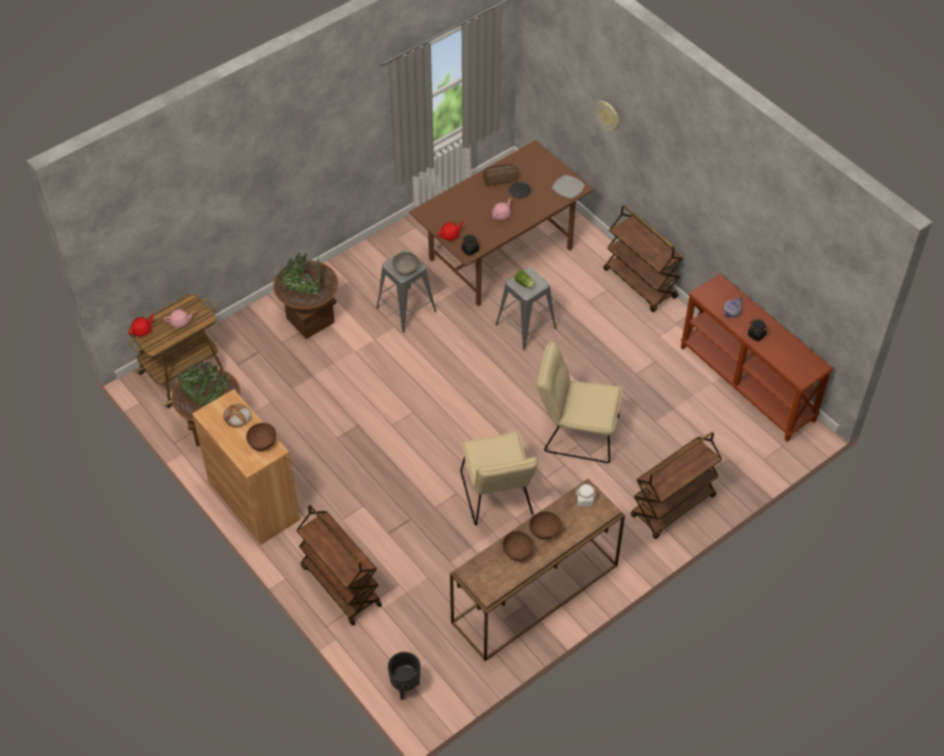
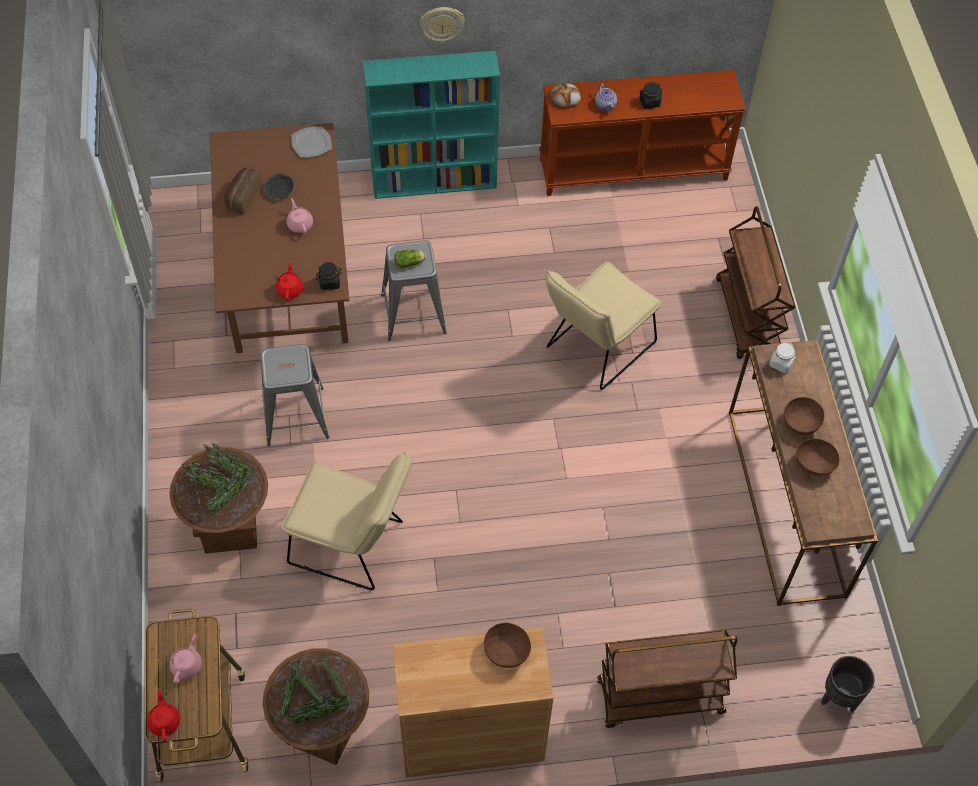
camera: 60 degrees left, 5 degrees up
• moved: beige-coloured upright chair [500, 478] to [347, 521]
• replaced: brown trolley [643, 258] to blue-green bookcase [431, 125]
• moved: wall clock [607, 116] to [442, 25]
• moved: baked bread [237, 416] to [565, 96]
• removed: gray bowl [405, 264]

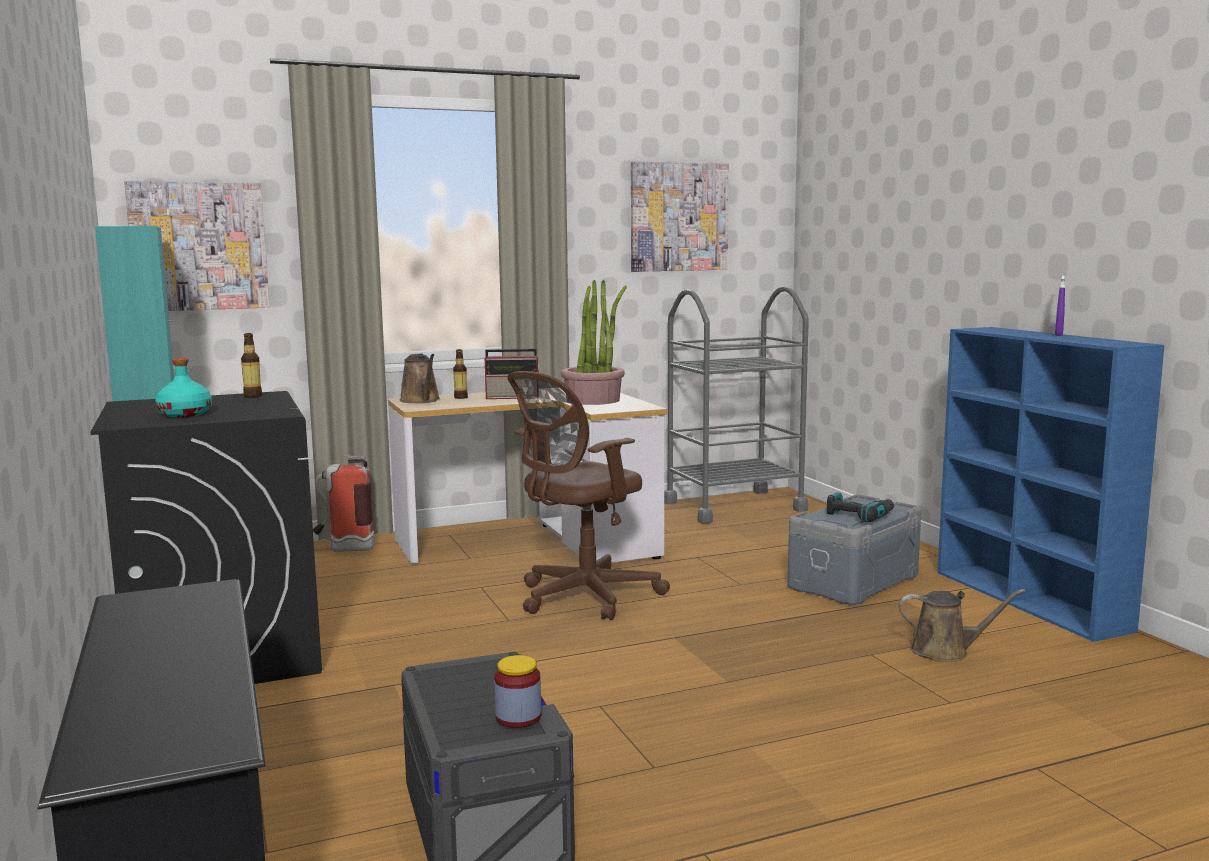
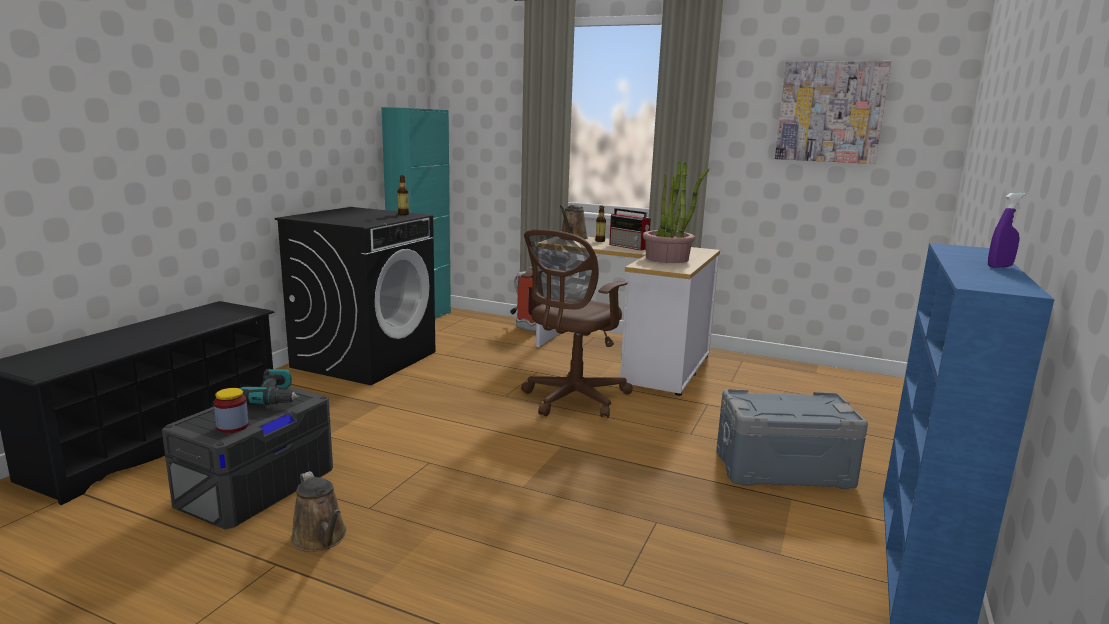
camera: 45 degrees right, 5 degrees up
• moved: power drill [860, 507] to [269, 387]
• moved: brown watering pot [962, 625] to [319, 511]
• turned: brown office chair [588, 495] = [577, 323] 60 degrees counterclockwise
• removed: wall art [197, 246]
• removed: blue-green bottle [183, 387]
• removed: gray trolley [736, 405]

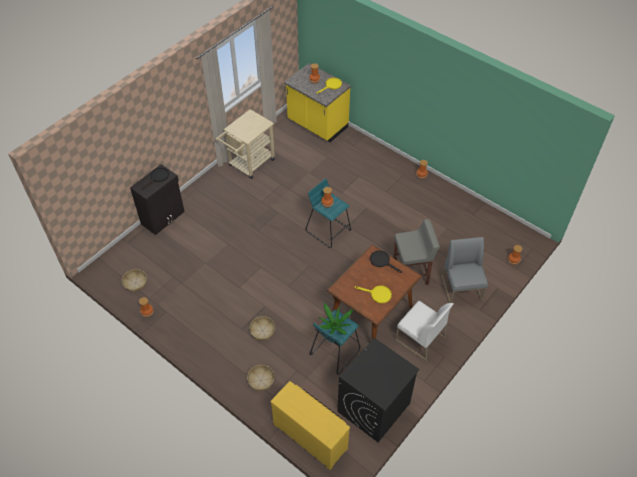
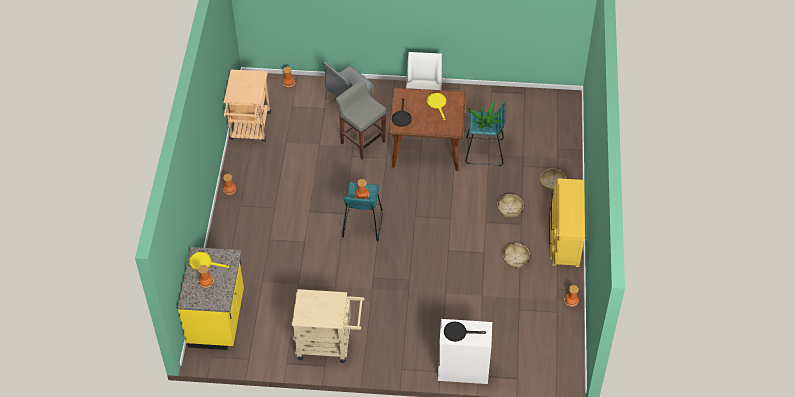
camera: 125 degrees left, 0 degrees up
• added: beige-coloured trolley [247, 106]
• recoloured: black-coloured cupboard [157, 199] to white-coloured cupboard [465, 351]
• moved: basket [134, 281] to [516, 256]
• moved: yellowish dresser [310, 425] to [567, 222]
• removed: black-coloured laundry machine [378, 390]

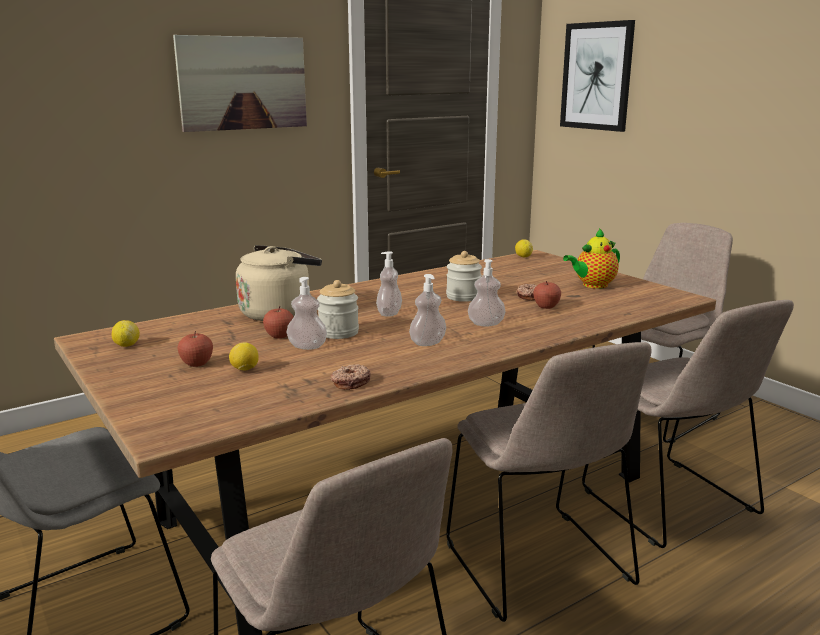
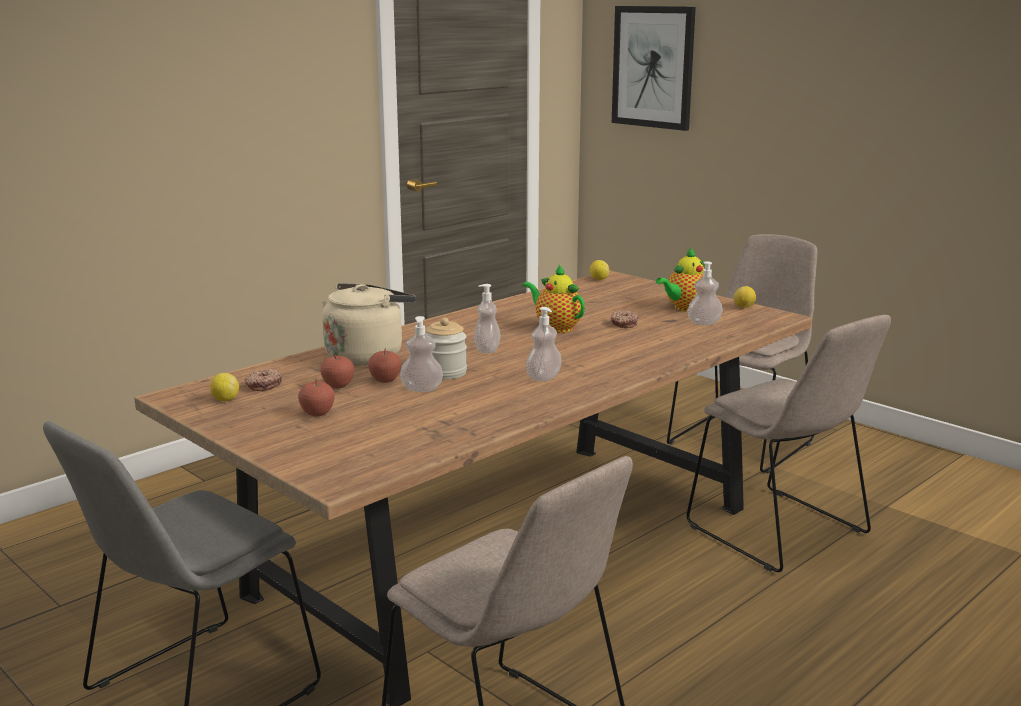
camera: 10 degrees left, 0 degrees up
• moved: ring doughnut [350, 377] to [263, 380]
• moved: whole apple [547, 295] to [337, 371]
• replaced: preserve jar [464, 276] to teapot [554, 299]
• moved: soap bottle [486, 293] to [705, 293]
• moved: whole lemon [244, 356] to [745, 297]
• removed: wall art [240, 83]
• removed: beige-coloured upright chair [549, 482]

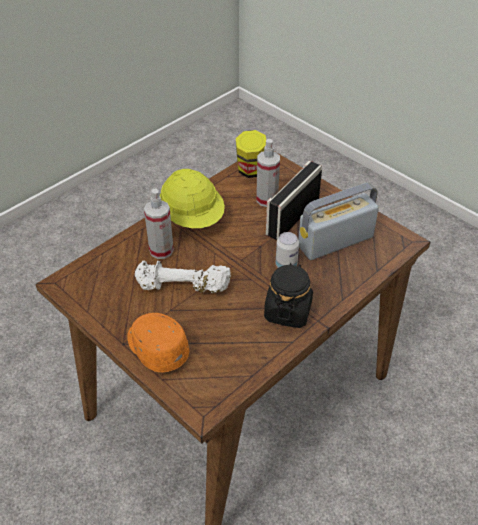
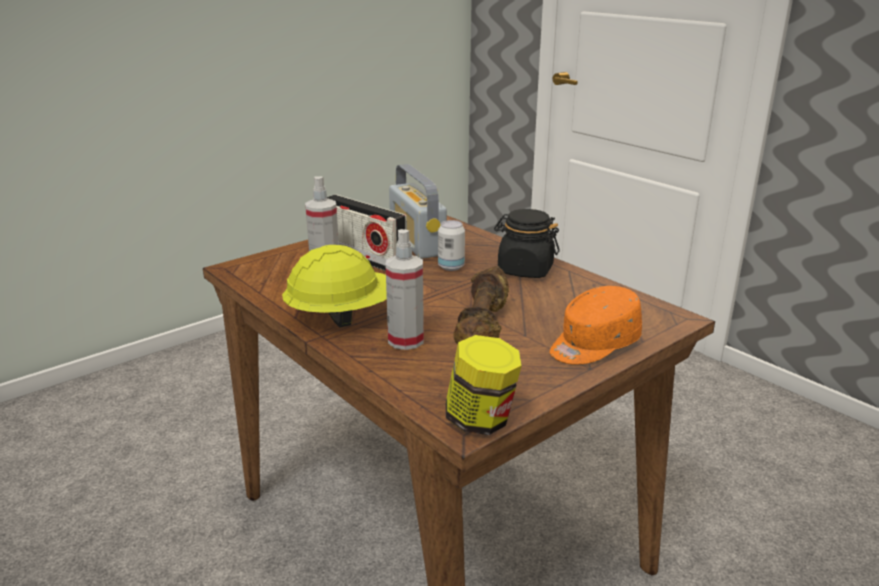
camera: 85 degrees left, 20 degrees down
• moved: preserve jar [251, 154] to [484, 385]
• recoloured: white-coloured free weight [183, 277] to brown free weight [481, 305]

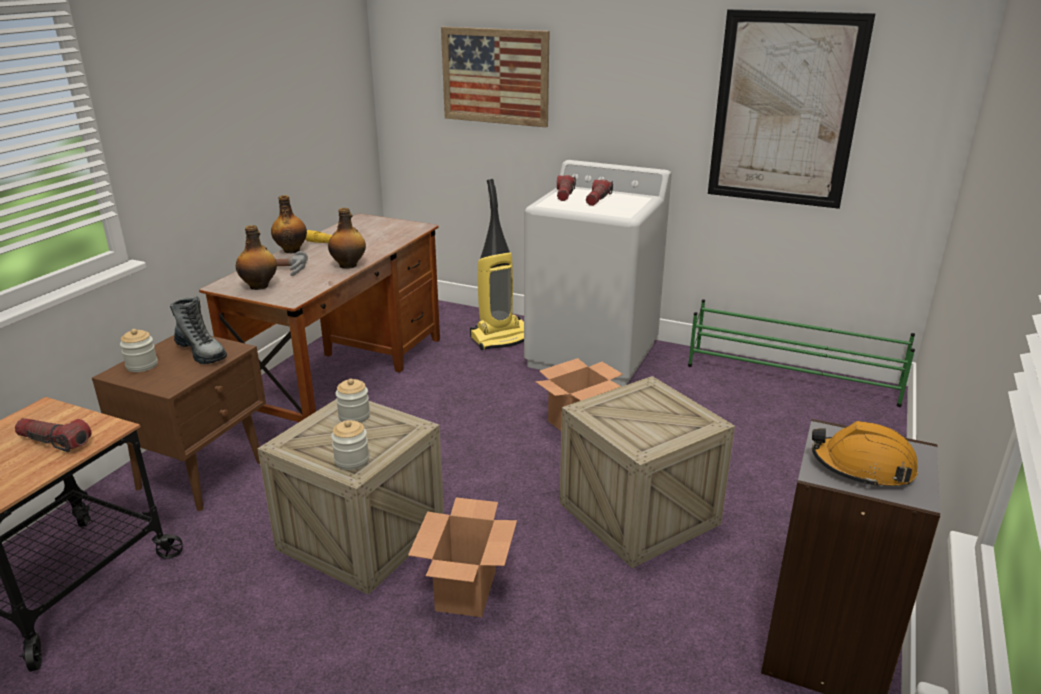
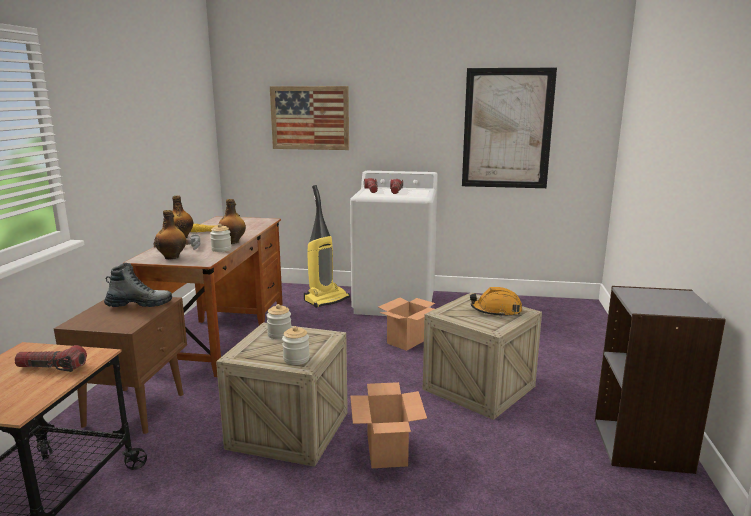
camera: 15 degrees left, 10 degrees down
• turned: tall boot [198, 330] = [138, 285] 45 degrees counterclockwise
• moved: preserve jar [139, 350] to [221, 238]
• moved: orange-coloured safety helmet [864, 454] to [496, 302]
• removed: green-coloured shoe stand [801, 353]

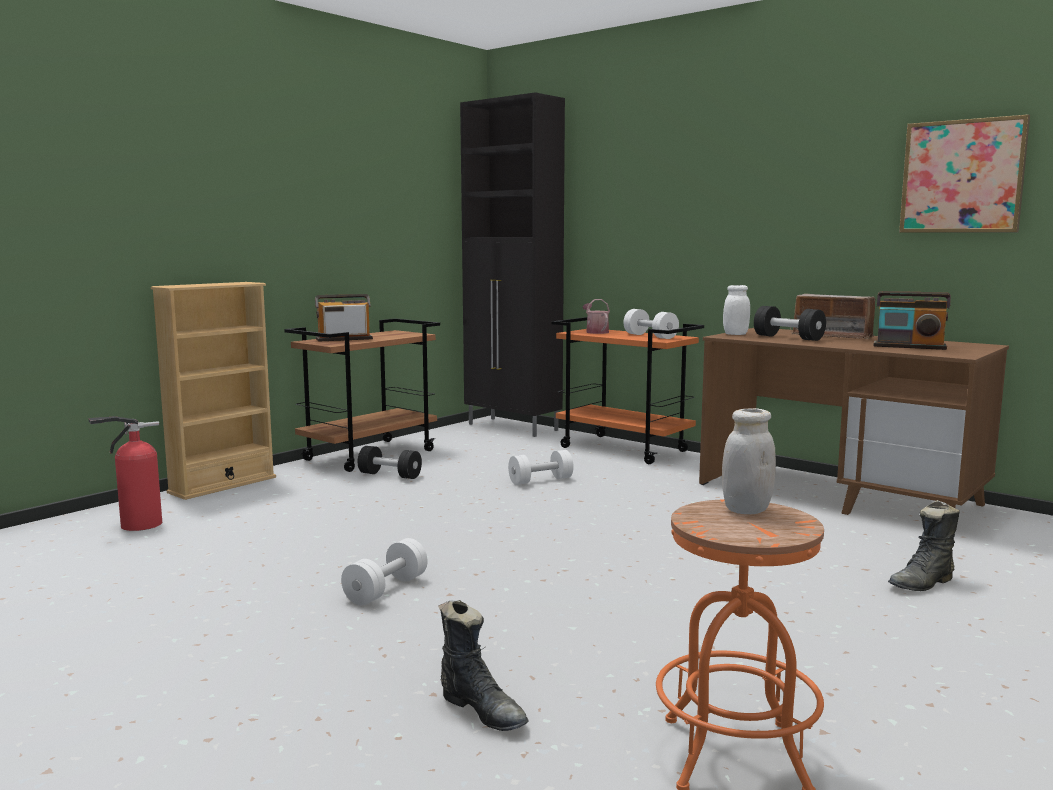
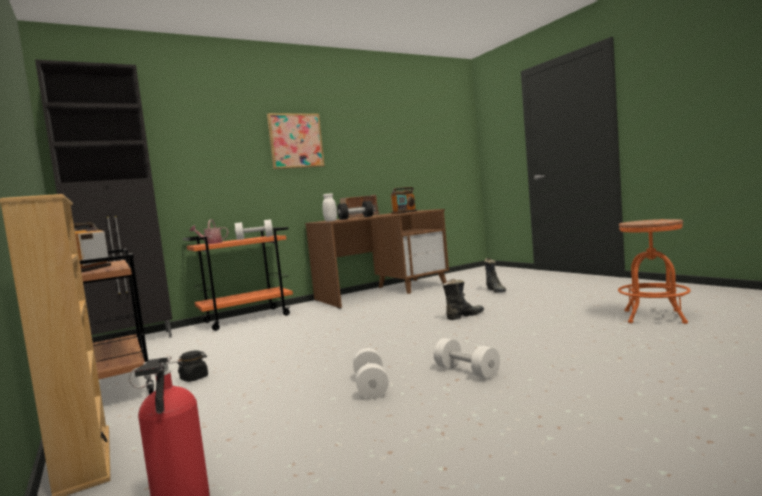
camera: 70 degrees left, 5 degrees down
• replaced: black-coloured free weight [390, 462] to black-coloured preserve jar [193, 366]
• moved: wall art [964, 173] to [296, 141]
• moved: white-coloured free weight [541, 467] to [371, 373]
• moved: black-coloured tall boot [483, 665] to [463, 299]
• removed: white-coloured preserve jar [749, 461]

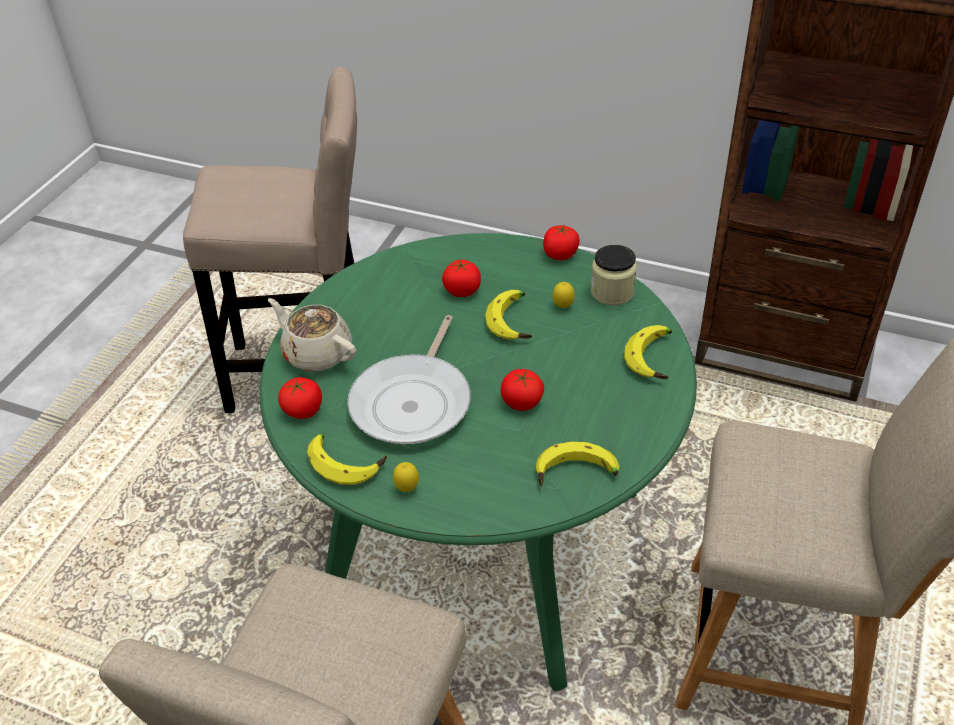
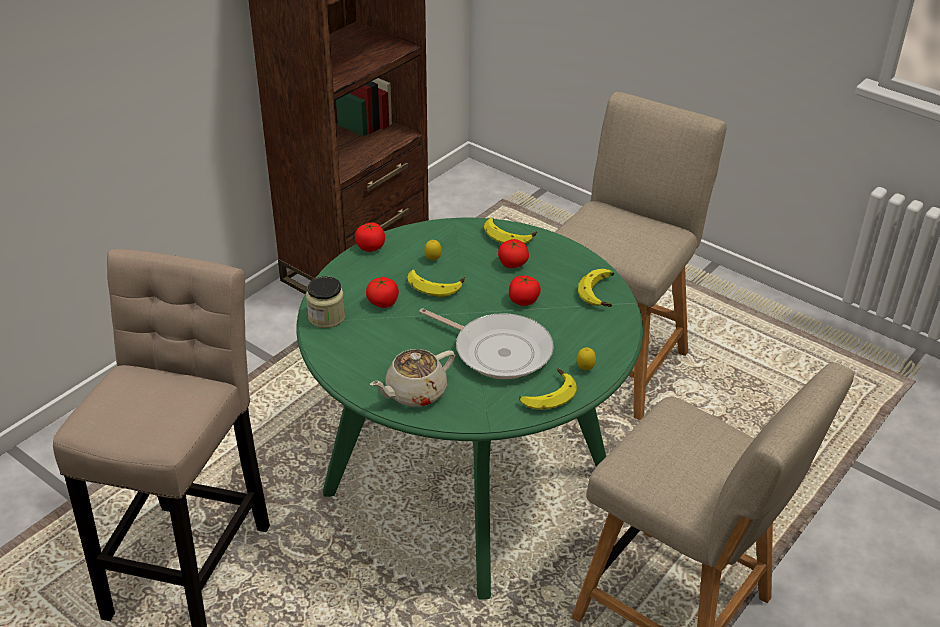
camera: 75 degrees left, 5 degrees down
• moved: preserve jar [614, 275] to [325, 302]
• moved: whole tomato [300, 398] to [513, 253]

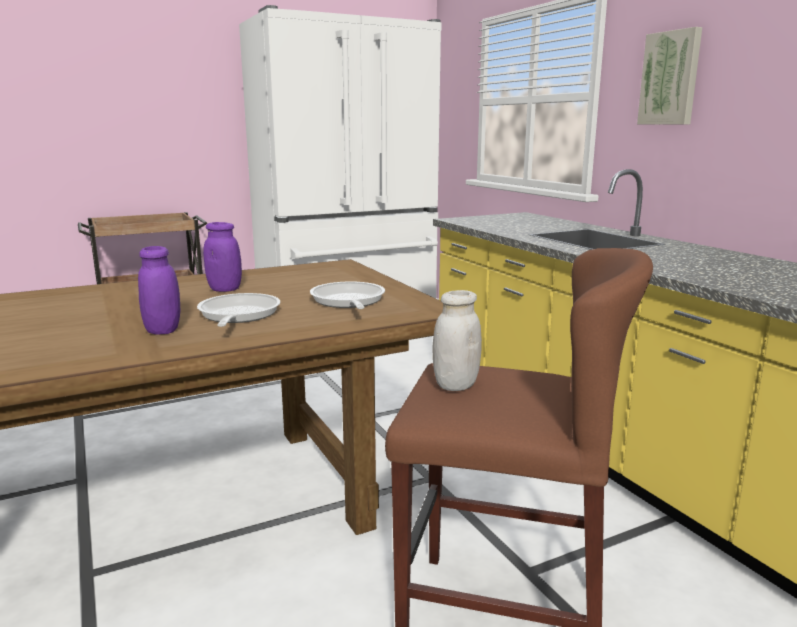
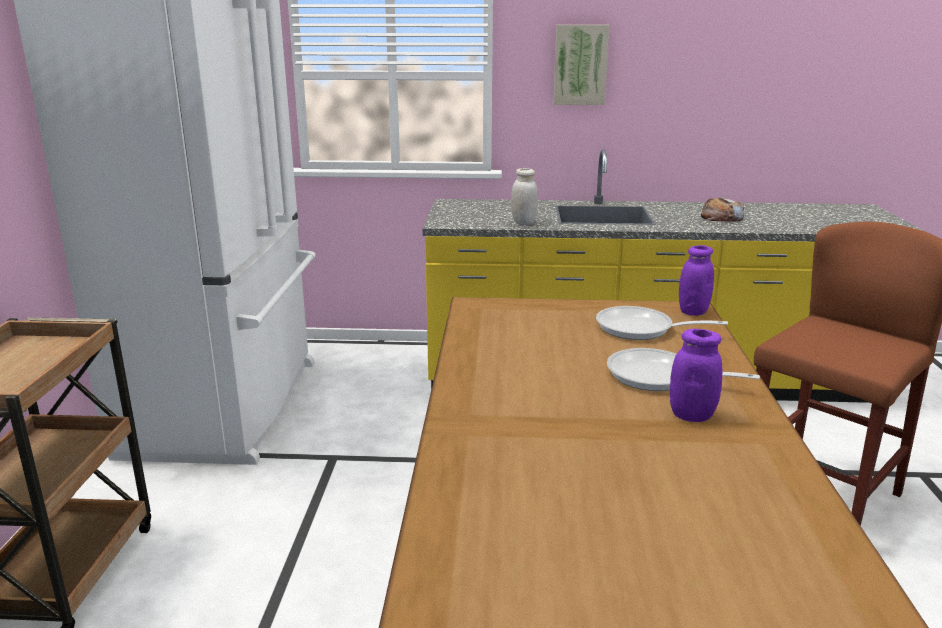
camera: 60 degrees left, 5 degrees up
• moved: white-coloured preserve jar [457, 340] to [524, 196]
• moved: purple preserve jar [222, 257] to [696, 280]
• added: baked bread [723, 209]

